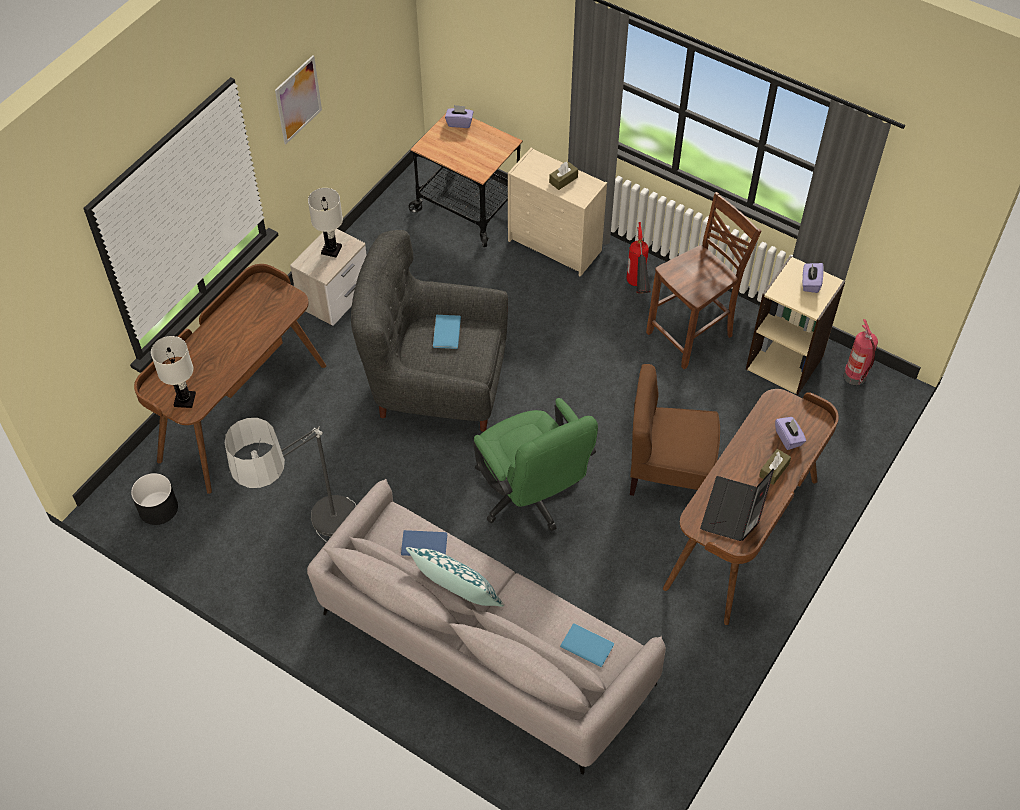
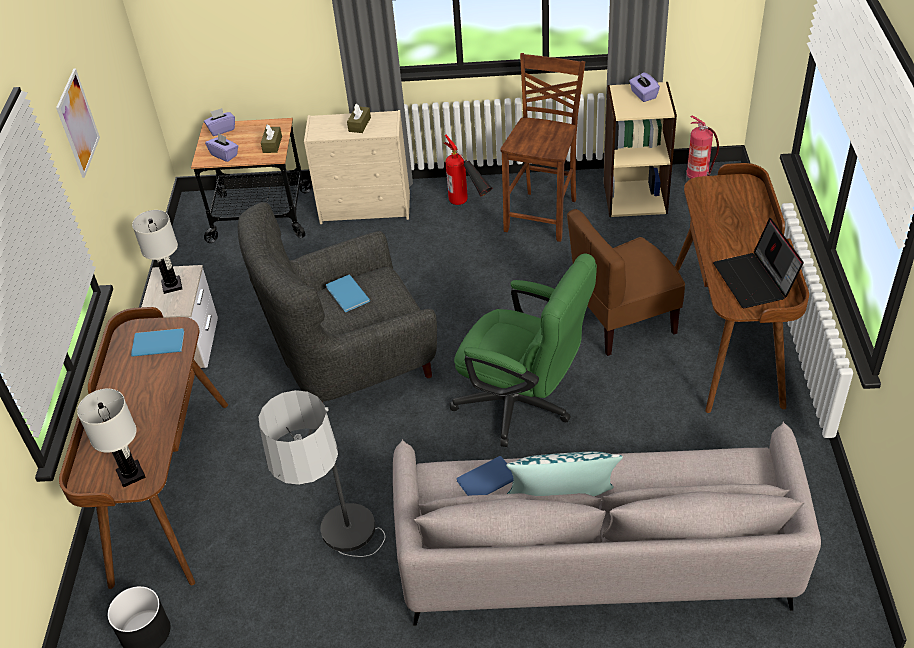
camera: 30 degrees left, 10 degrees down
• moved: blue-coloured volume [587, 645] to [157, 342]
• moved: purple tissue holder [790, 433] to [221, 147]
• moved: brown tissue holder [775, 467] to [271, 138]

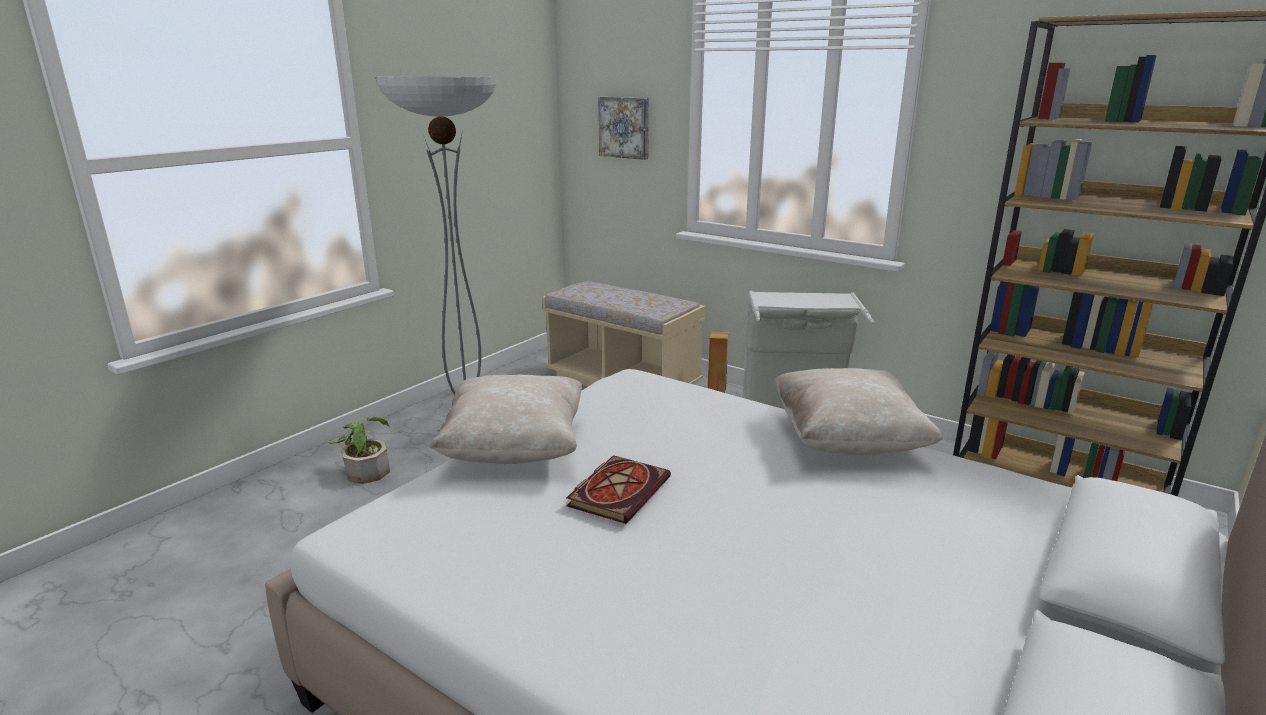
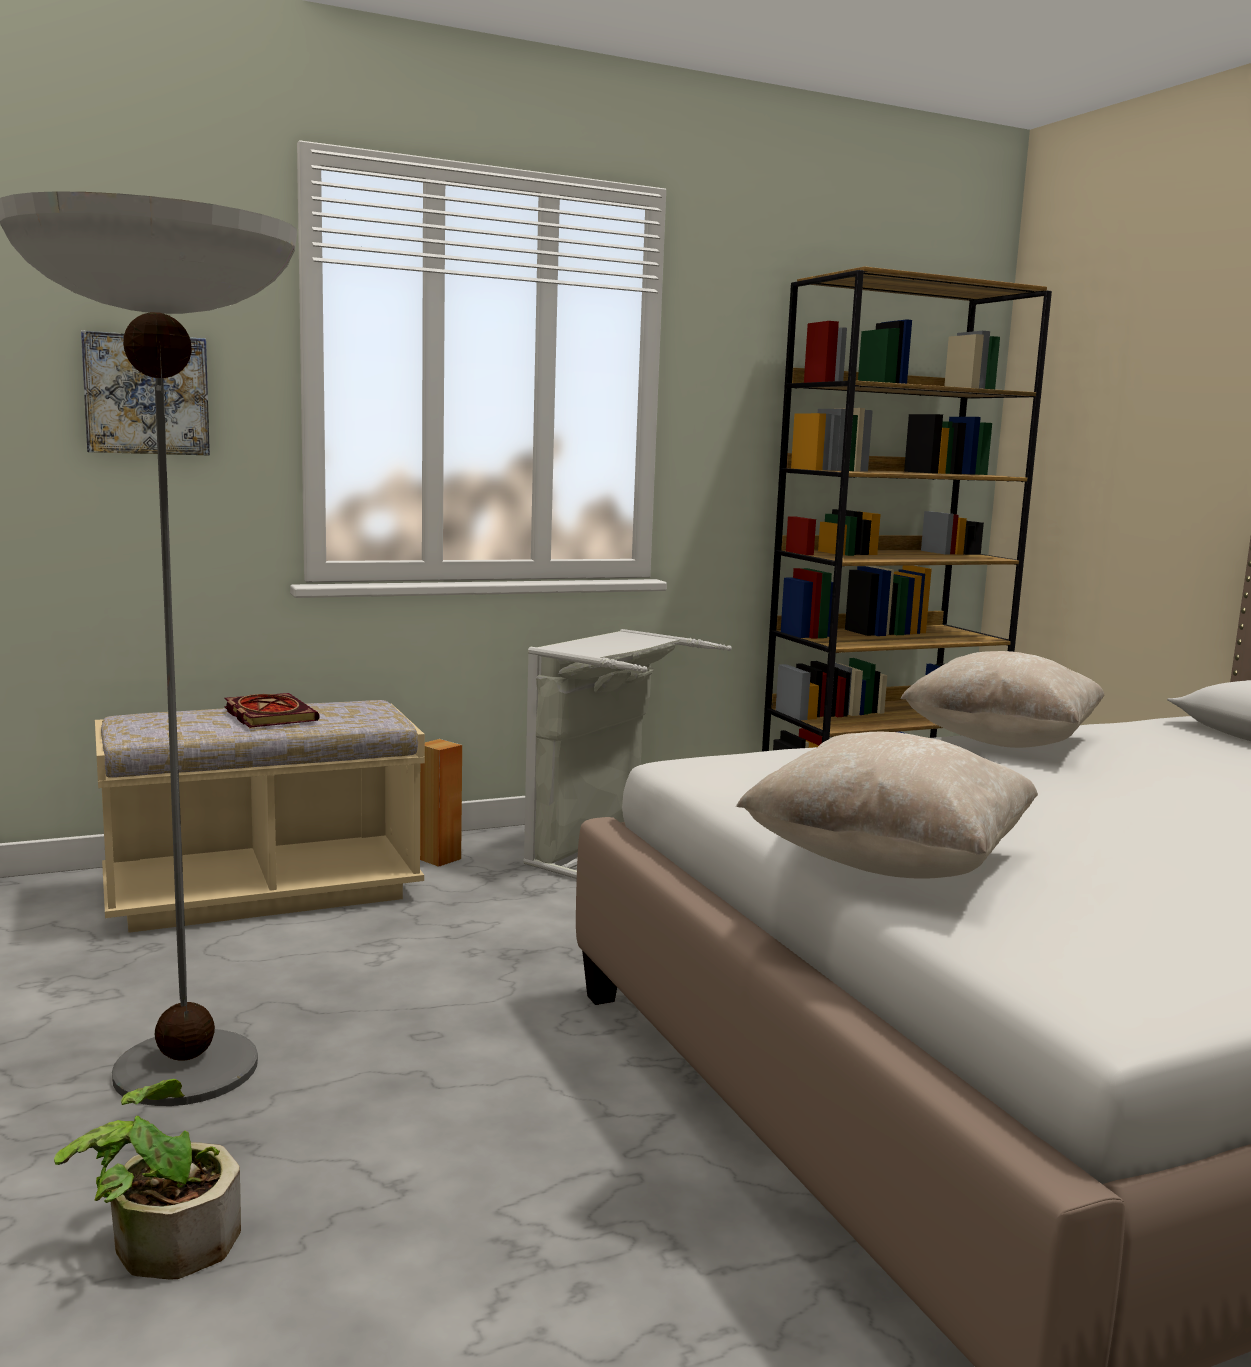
camera: 60 degrees left, 10 degrees down
• moved: volume [618, 489] to [271, 710]

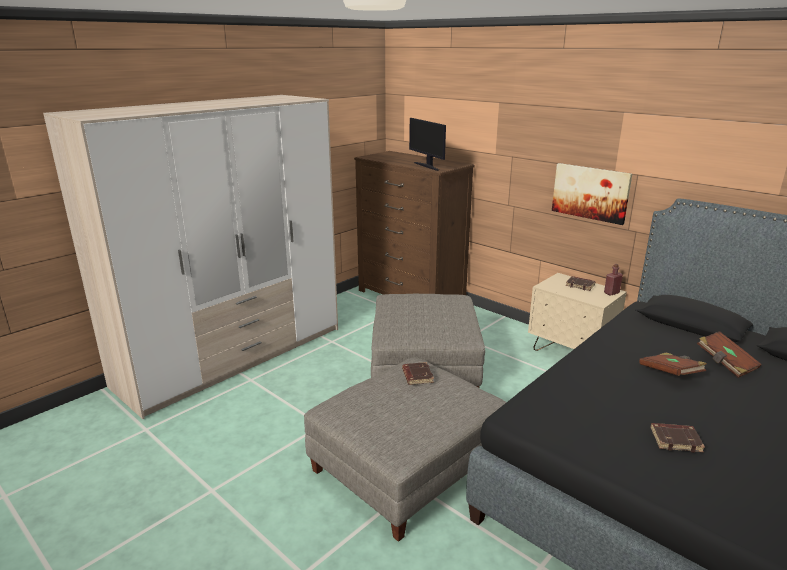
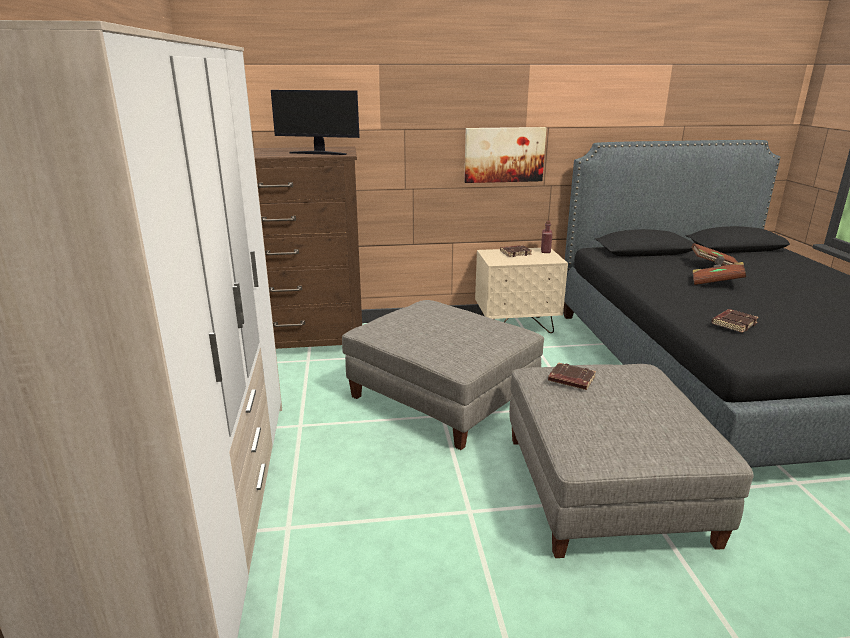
camera: 50 degrees left, 0 degrees up
• moved: brown volume [678, 438] to [735, 321]

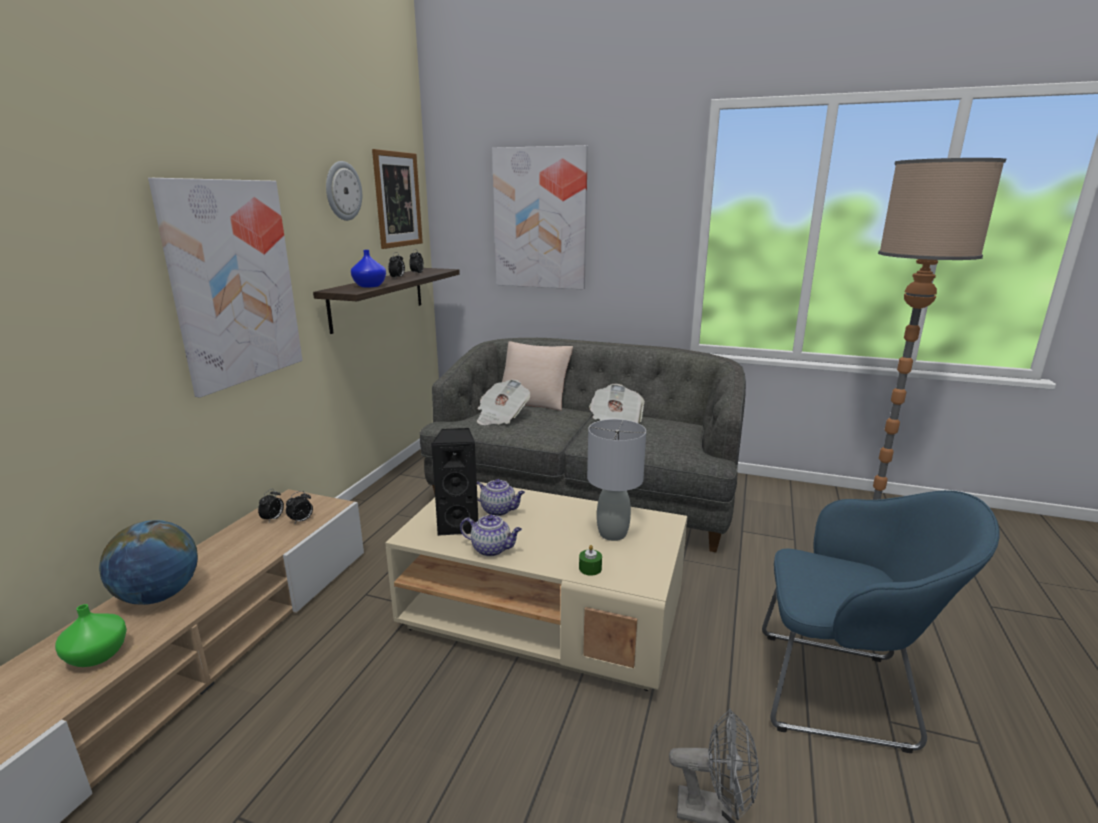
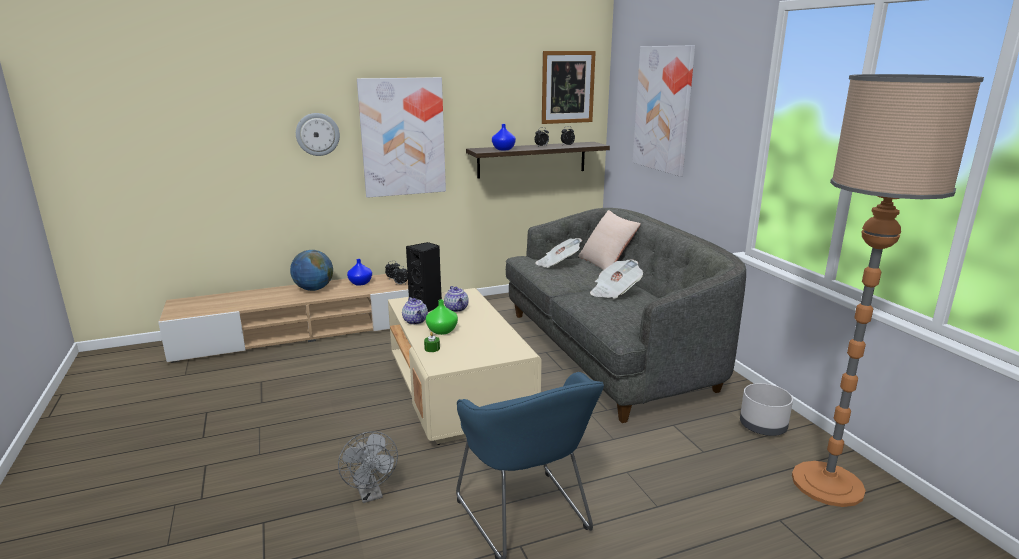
camera: 50 degrees right, 0 degrees up
• moved: wall clock [344, 191] to [318, 134]
• added: blue-coloured flower vase [359, 272]
• moved: green-coloured flower vase [91, 635] to [442, 317]
• added: gray flower pot [766, 409]
• removed: gray tabletop lamp [616, 480]

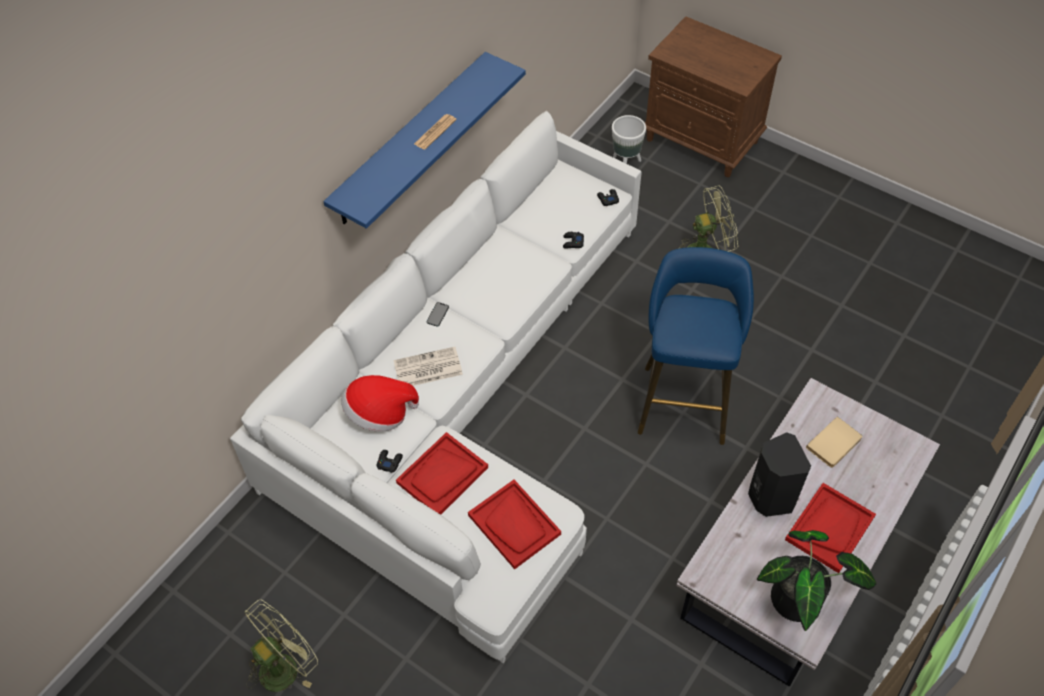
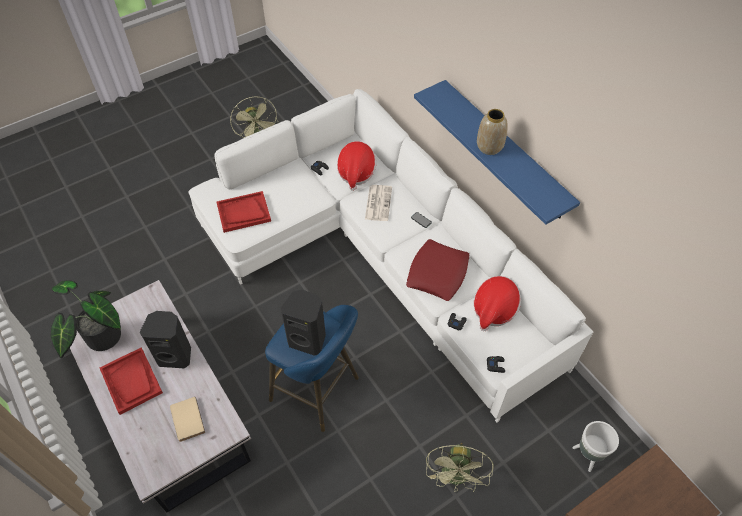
camera: 110 degrees right, 0 degrees up
• added: black-coloured loudspeaker [303, 323]
• added: red throw pillow [438, 270]
• added: wearable hat [497, 303]
• replaced: daily paper [435, 132] to flower vase [492, 132]
• removed: red serving tray [442, 473]

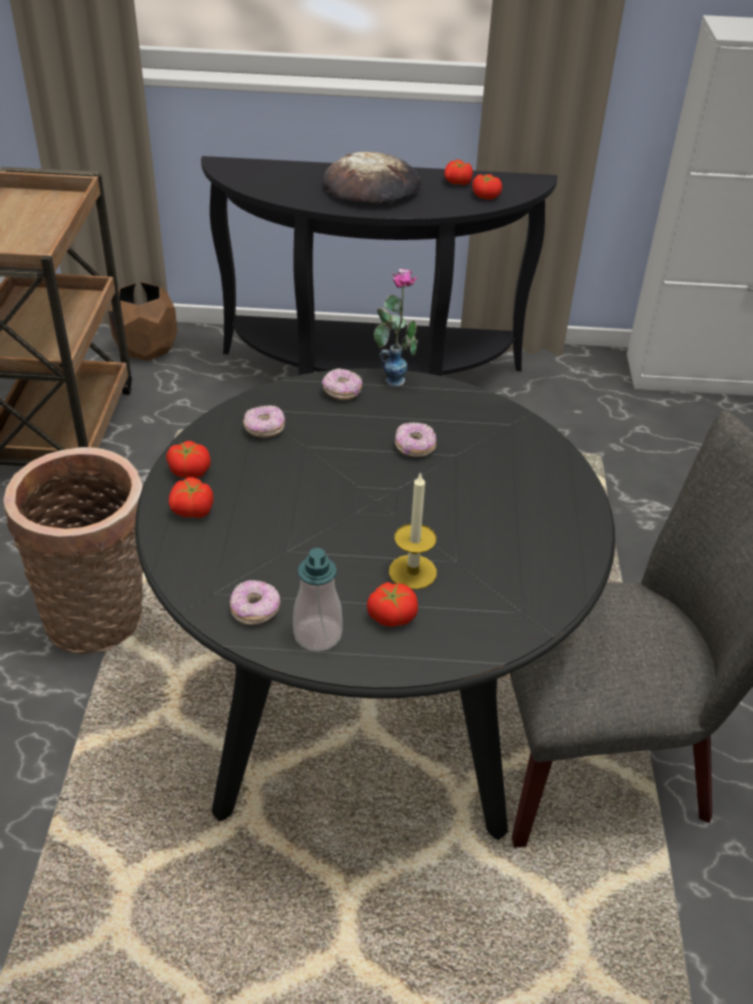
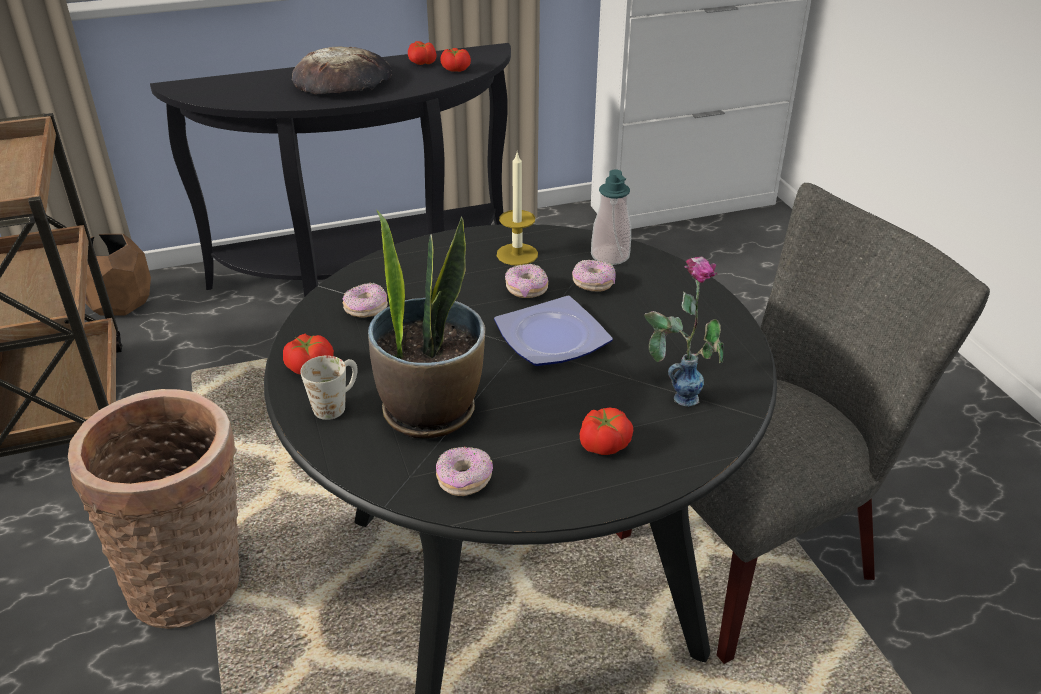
camera: 20 degrees left, 5 degrees down
• replaced: whole tomato [191, 497] to white-coloured coffee mug [329, 388]
• added: houseplant [426, 324]
• added: dinner plate [553, 331]
• moved: wax light [413, 531] to [517, 209]
• moved: ring doughnut [342, 384] to [594, 276]
• moved: soap bottle [318, 599] to [611, 217]
• moved: flower vase [396, 327] to [684, 332]

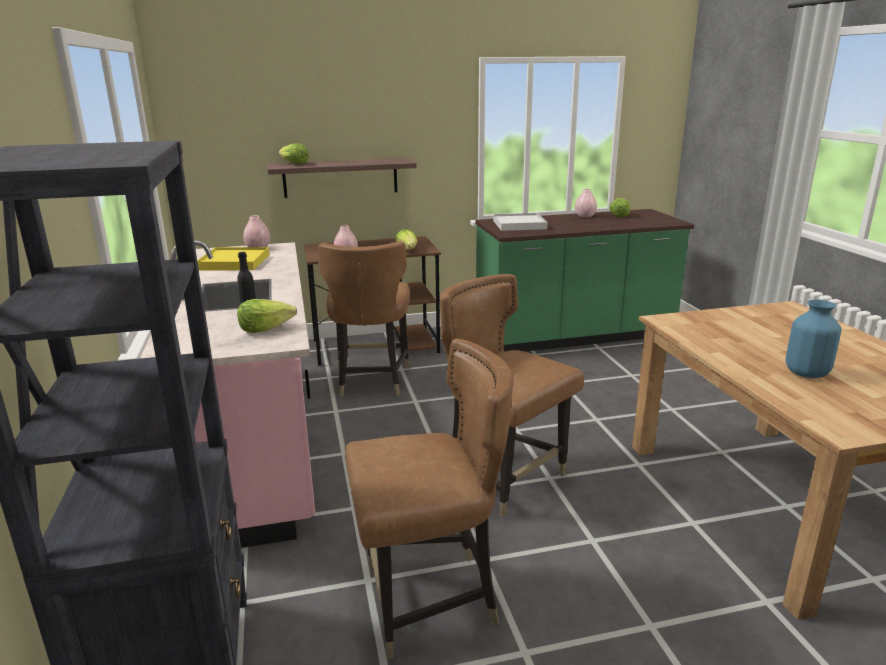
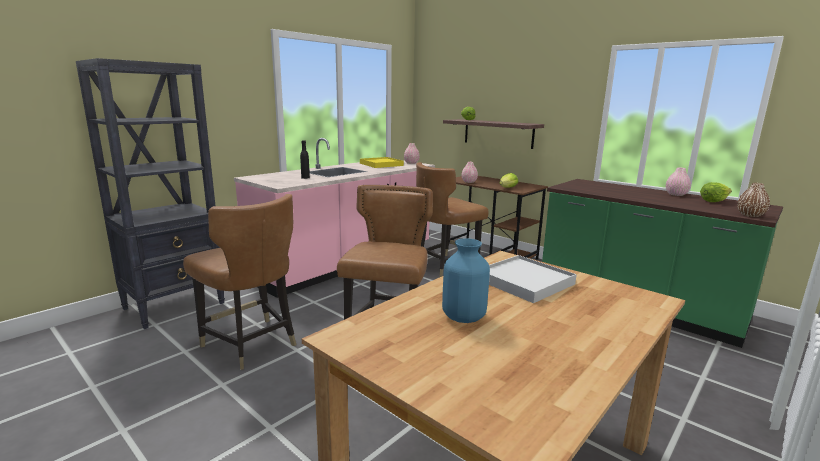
camera: 55 degrees right, 5 degrees down
• moved: white-coloured serving tray [520, 222] to [533, 279]
• added: brown flower vase [753, 200]
• removed: lettuce [267, 316]

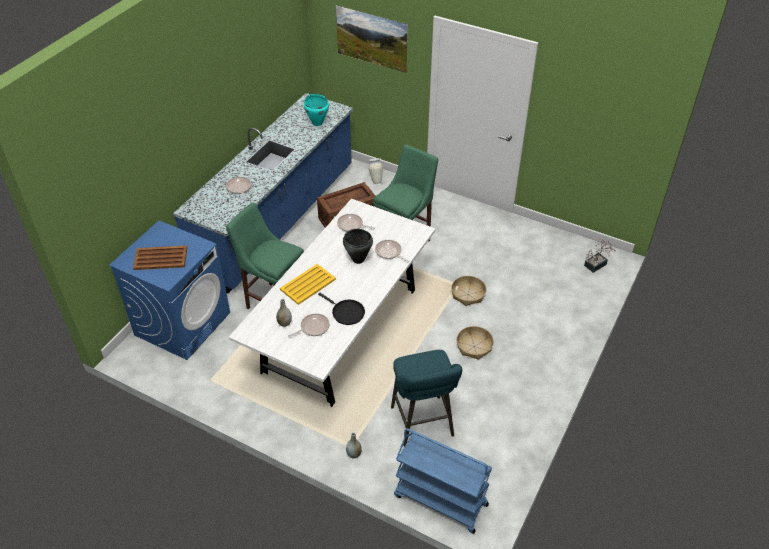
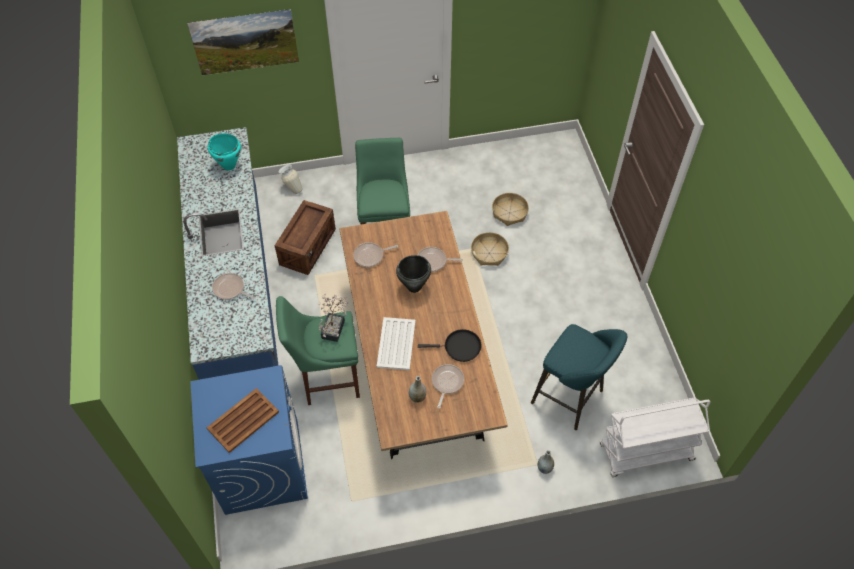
camera: 40 degrees left, 10 degrees up
• moved: houseplant [600, 255] to [333, 318]
• recoloured: white-coloured dining table [332, 303] to brown dining table [423, 335]
• recoloured: yellowish serving tray [308, 284] to white-coloured serving tray [396, 344]
• moved: basket [475, 343] to [510, 209]
• recoloured: blue-coloured trolley [443, 481] to white-coloured trolley [655, 437]

